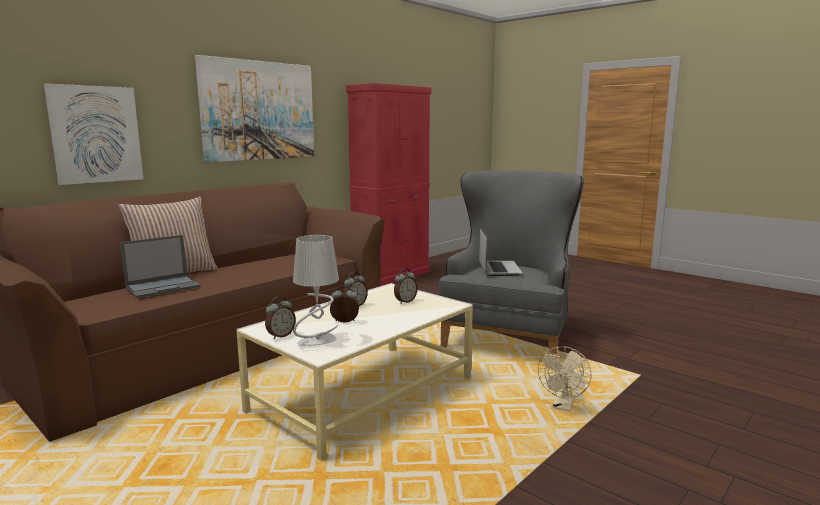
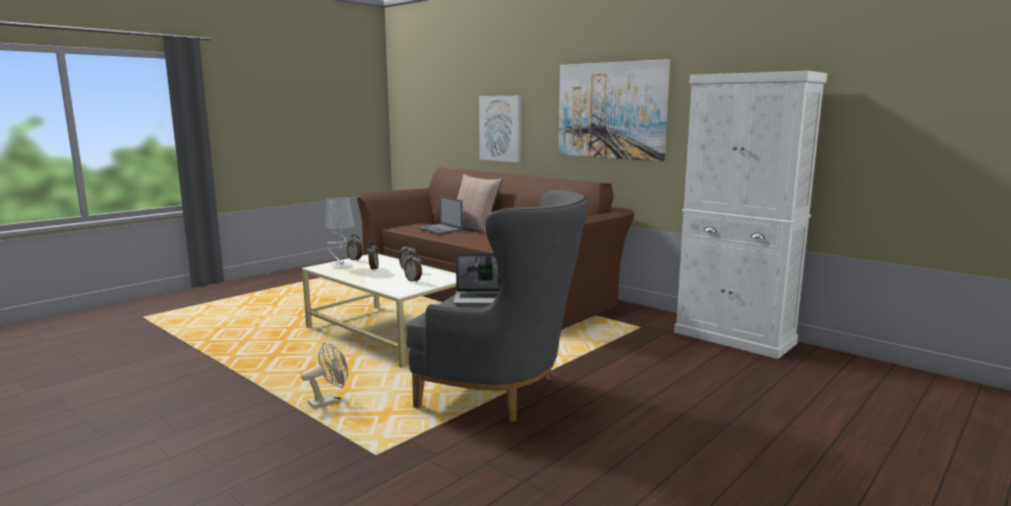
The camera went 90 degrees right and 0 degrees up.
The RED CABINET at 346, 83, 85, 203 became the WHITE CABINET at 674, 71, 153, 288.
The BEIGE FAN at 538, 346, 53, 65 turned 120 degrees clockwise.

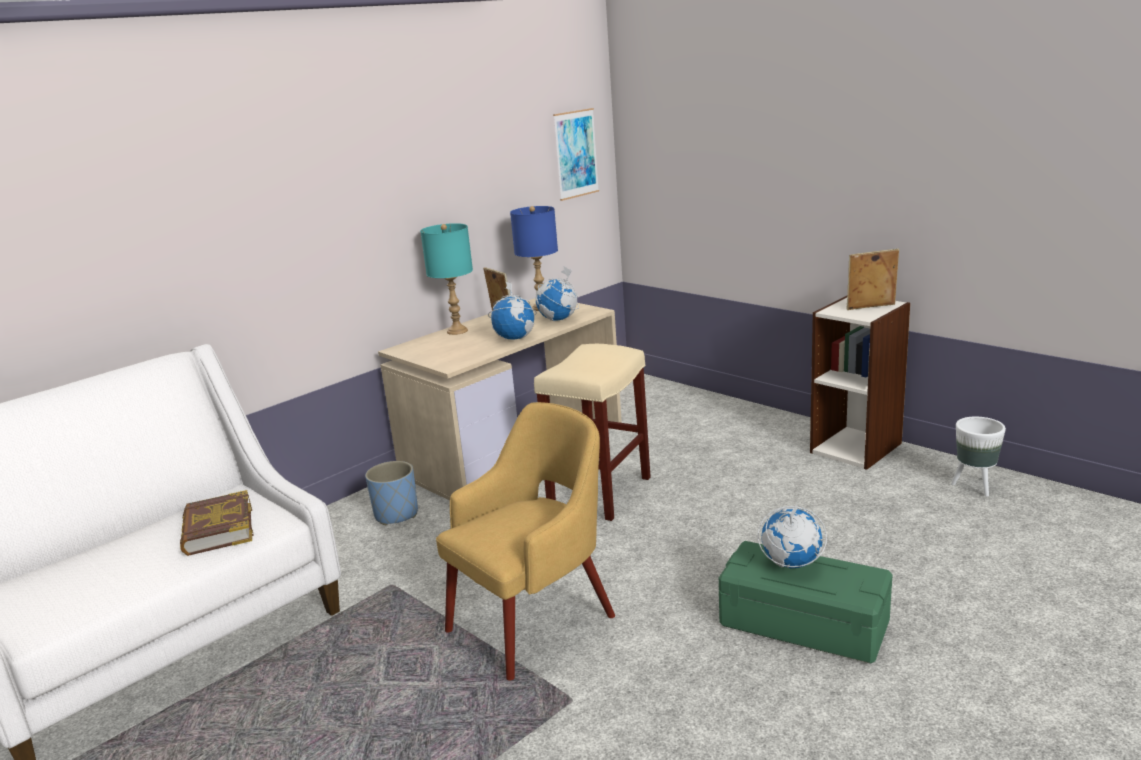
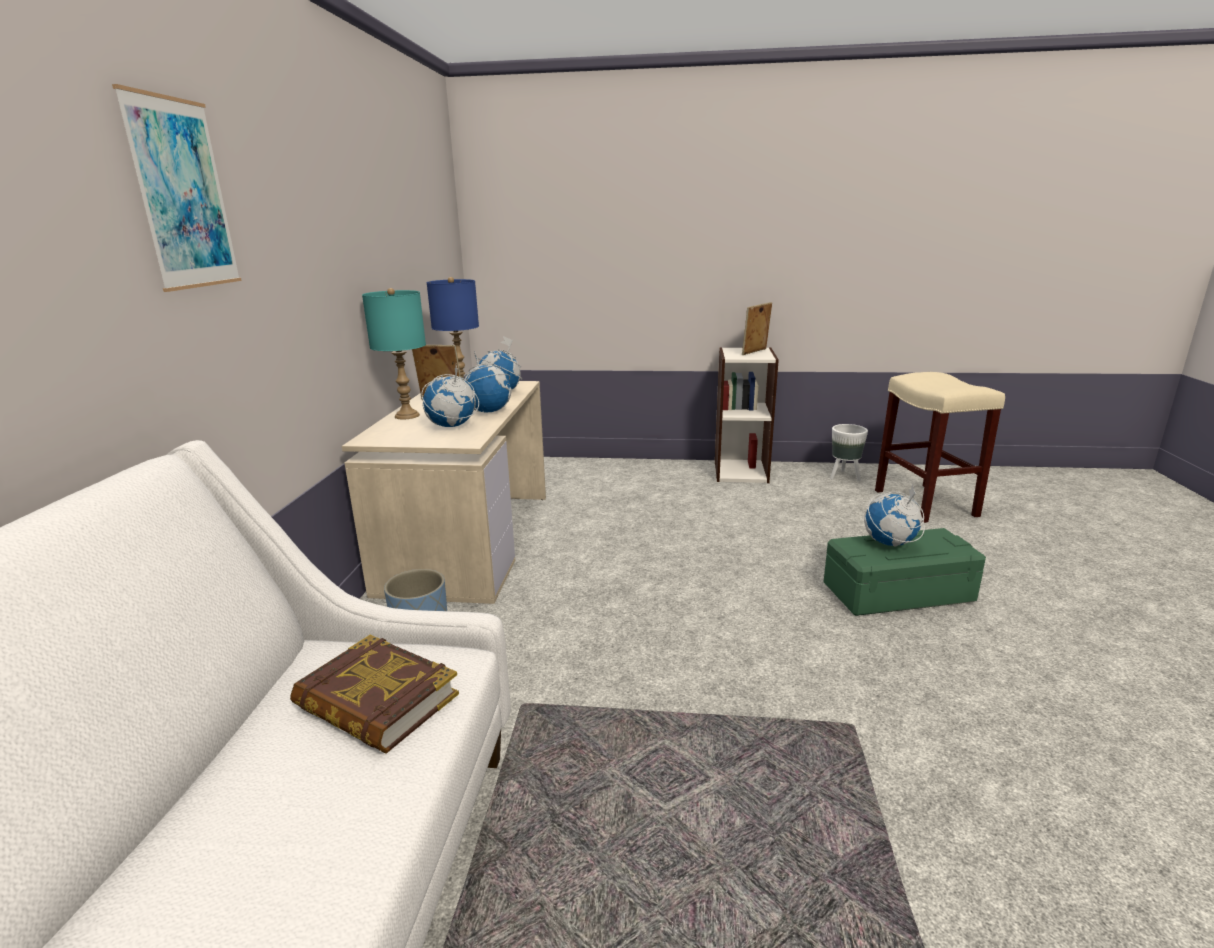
The camera went 40 degrees left and 0 degrees up.
The YELLOW ARMCHAIR at 436, 402, 179, 279 disappeared.
The BEIGE STOOL moved from 534, 344, 117, 177 to 875, 372, 130, 151.
The PICTURE moved from 553, 108, 46, 93 to 112, 84, 130, 208.
The GLOBE at 421, 366, 58, 61 appeared.

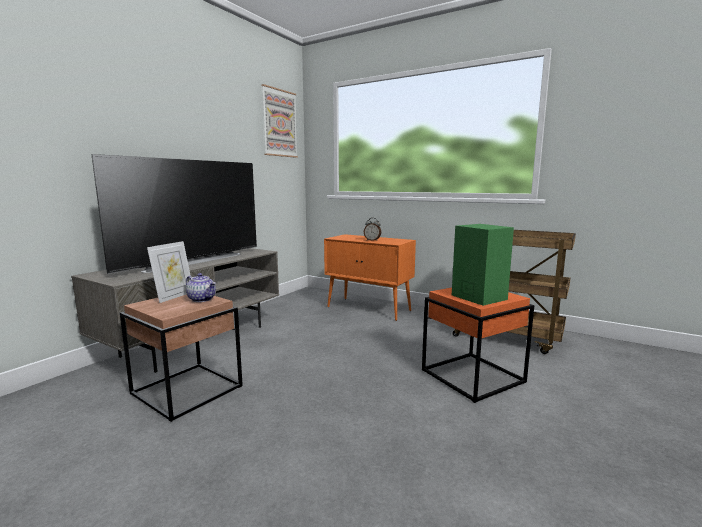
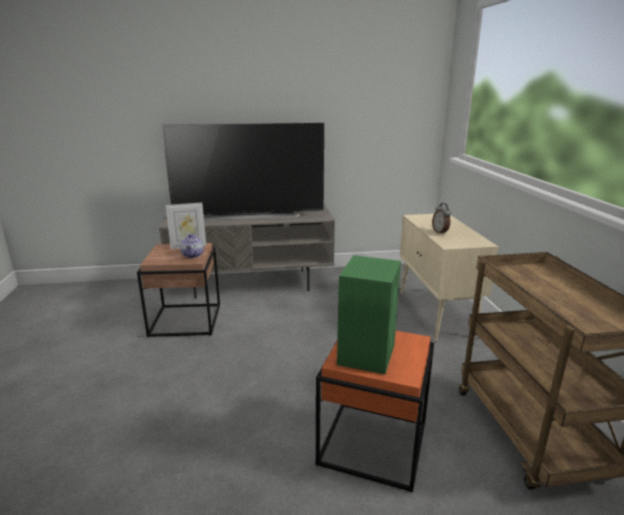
The camera went 50 degrees right and 10 degrees up.
The PICTURE at 261, 84, 37, 74 disappeared.
The ORANGE CABINET at 324, 234, 92, 87 became the BEIGE CABINET at 400, 214, 99, 128.

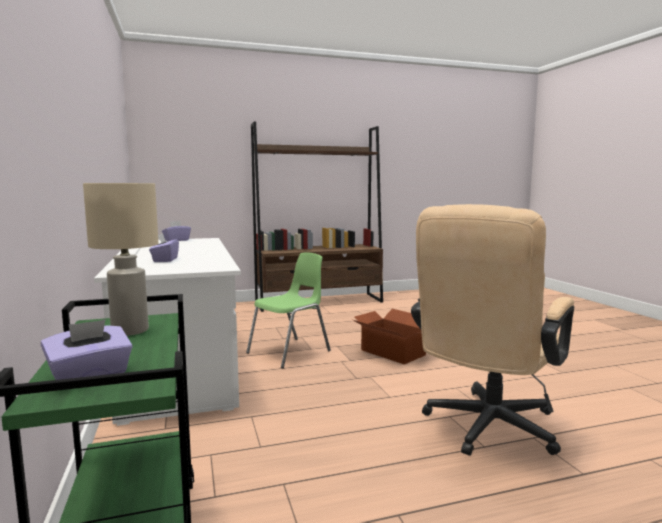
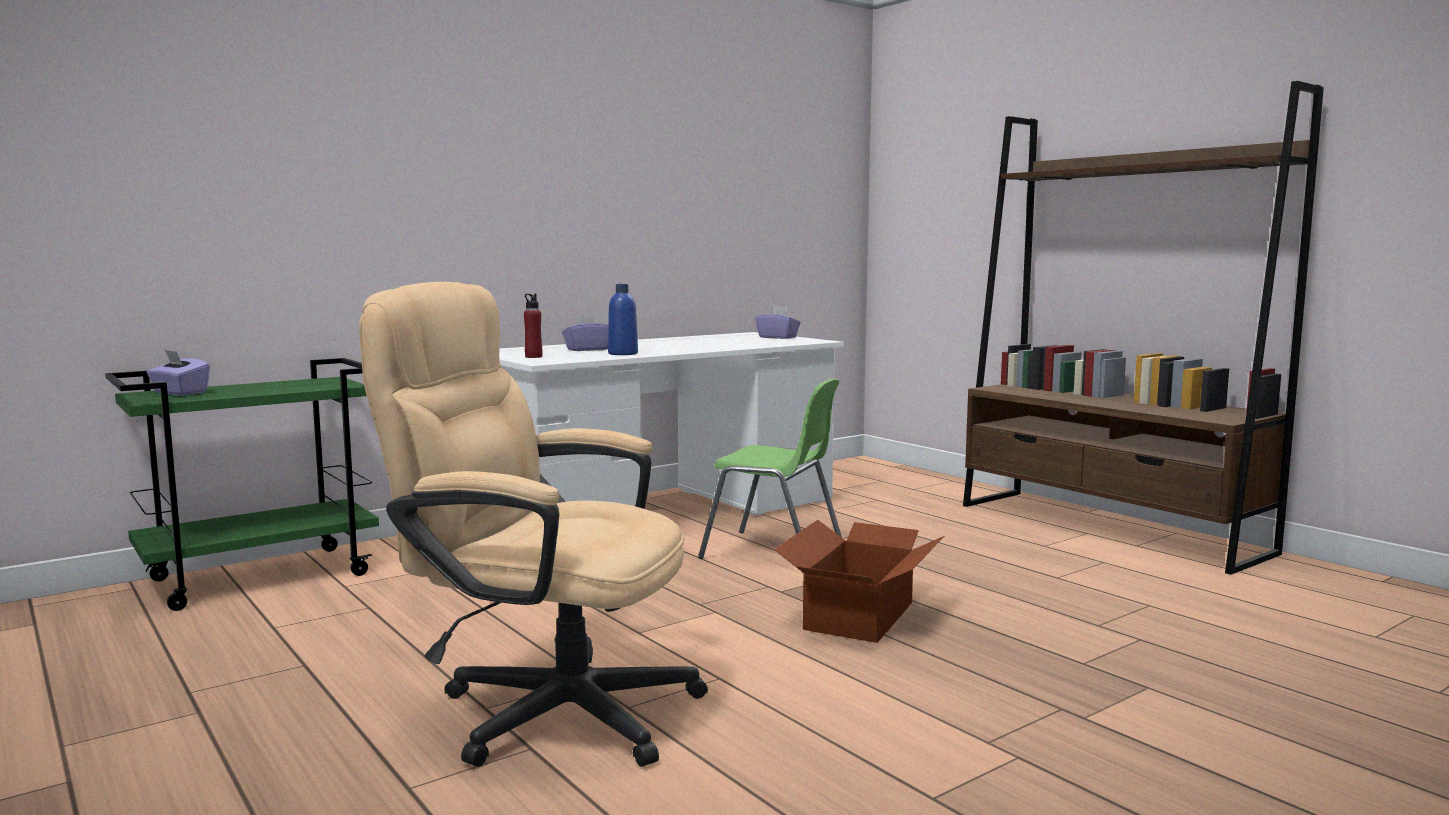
The camera went 70 degrees right and 0 degrees up.
The BEIGE TABLE LAMP at 83, 183, 76, 153 disappeared.
The RED BOTTLE at 524, 294, 18, 64 appeared.
The BLUE BOTTLE at 608, 284, 30, 71 appeared.

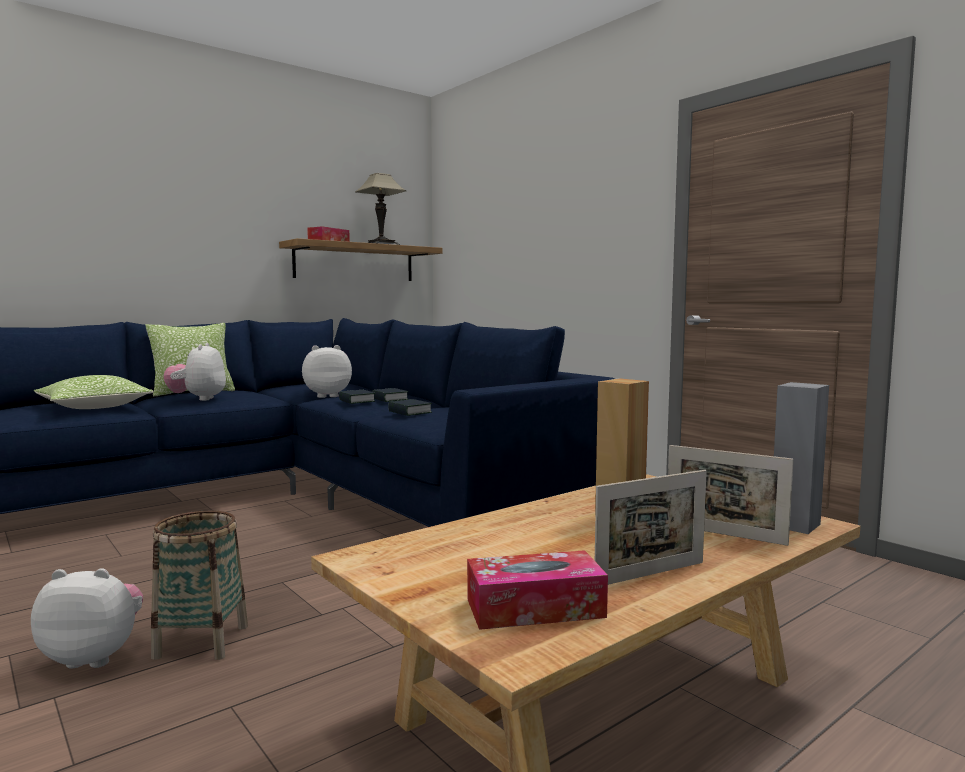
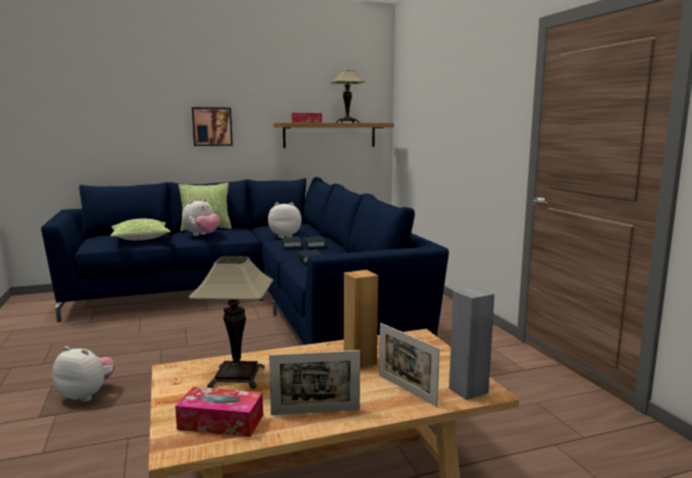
The camera went 20 degrees right and 5 degrees up.
The BASKET at 151, 511, 97, 149 disappeared.
The PLUSH TOY at 164, 343, 62, 58 turned 150 degrees counterclockwise.
The TABLE LAMP at 188, 256, 85, 132 appeared.
The PICTURE at 192, 107, 41, 39 appeared.

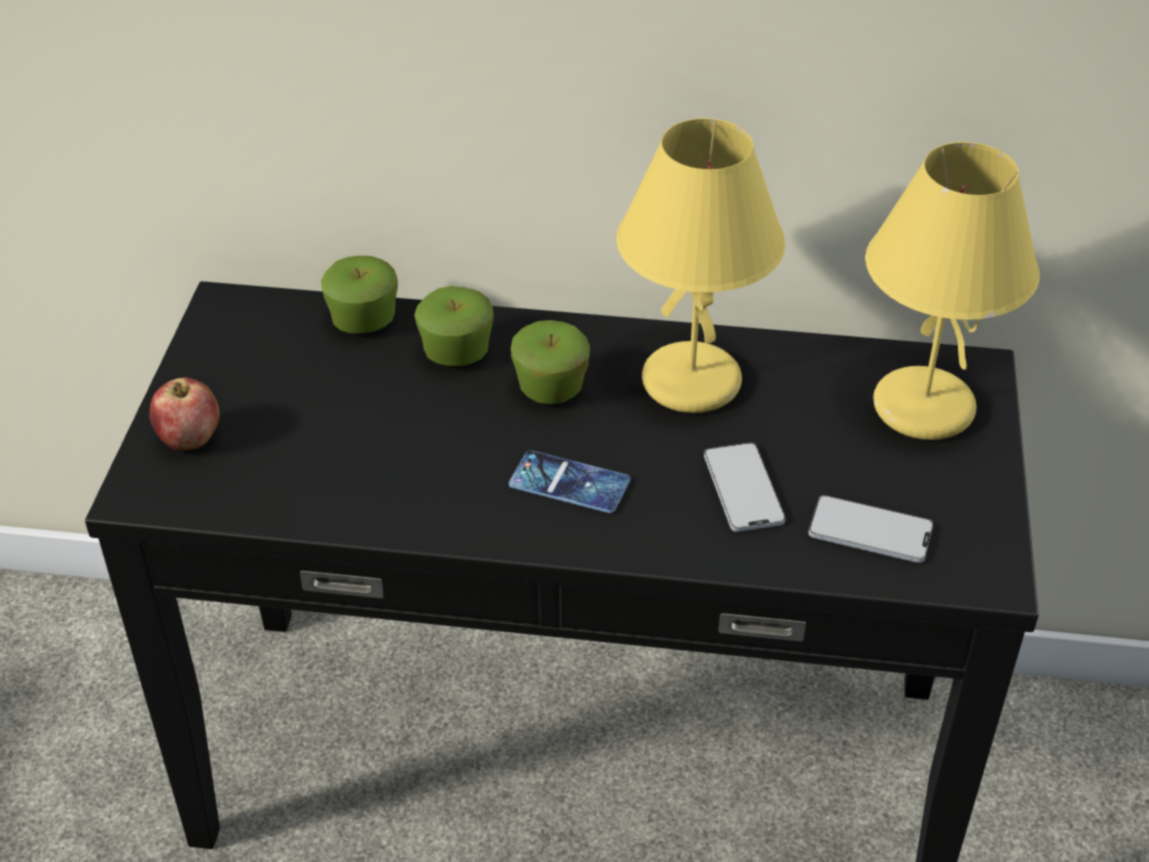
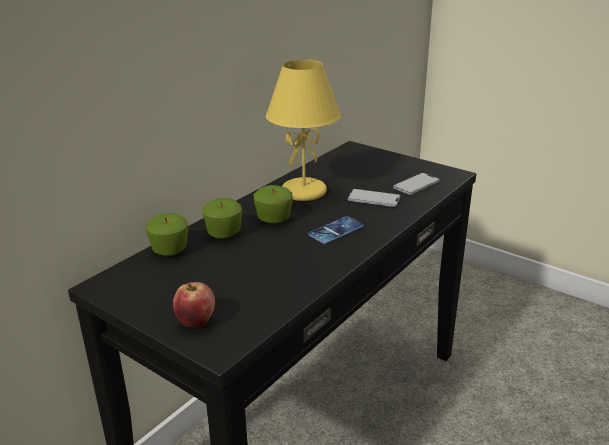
The camera went 60 degrees left and 15 degrees down.
The YELLOW TABLE LAMP at 865, 142, 175, 298 disappeared.

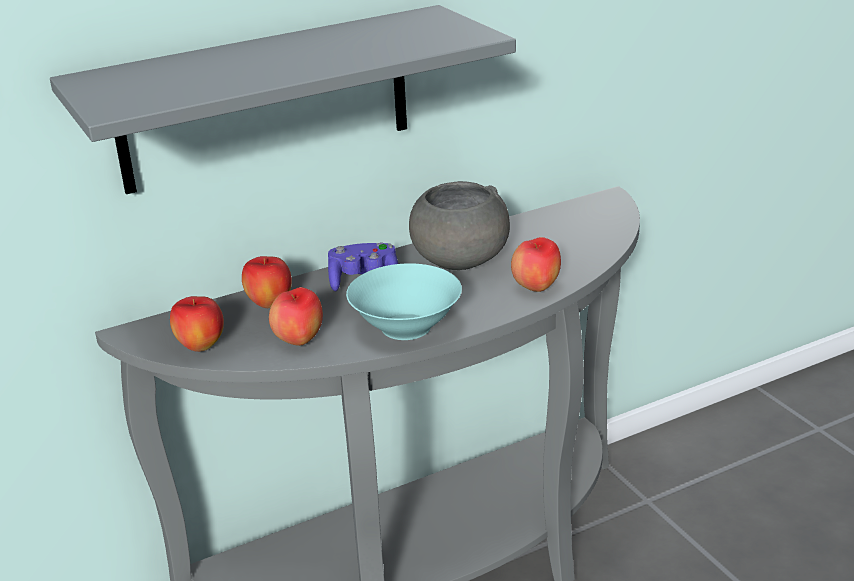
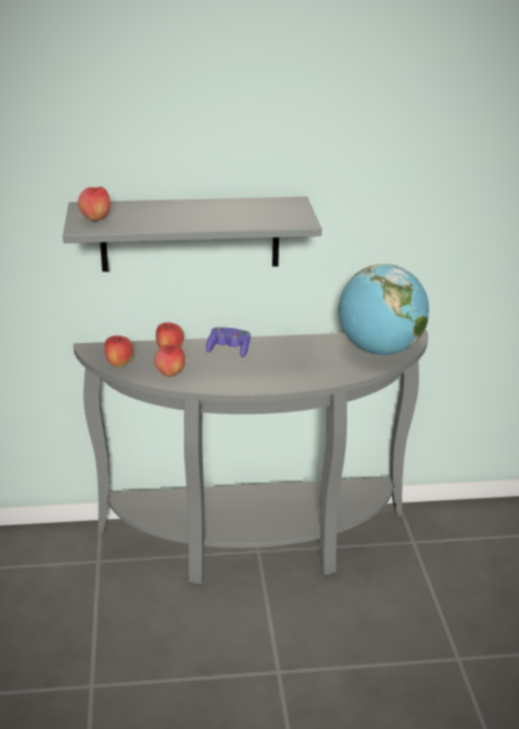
The camera went 20 degrees right and 0 degrees up.
The TURQUOISE BOWL at 346, 263, 116, 77 disappeared.
The GREY BOWL at 409, 181, 101, 89 disappeared.
The APPLE moved from 511, 237, 50, 55 to 78, 186, 32, 35.
The GLOBE at 338, 264, 91, 91 appeared.

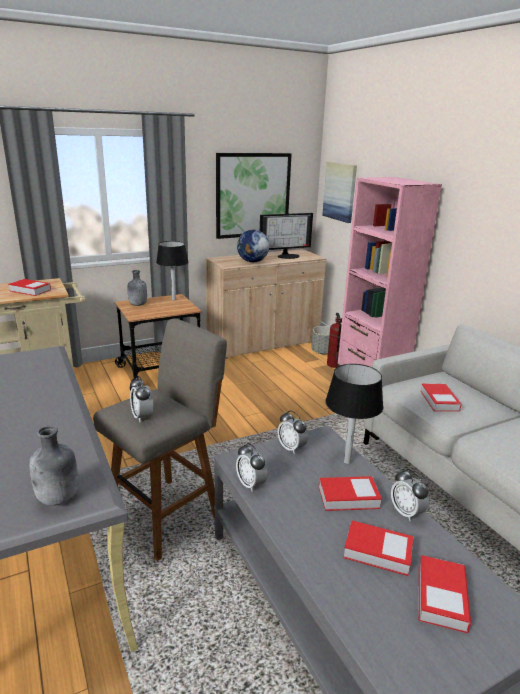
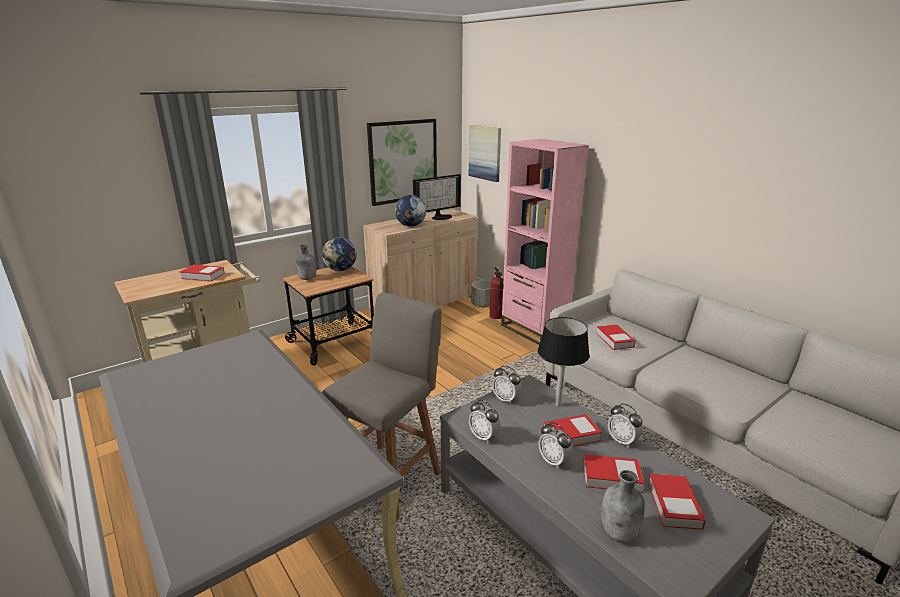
The camera went 10 degrees left and 0 degrees up.
The GREY BOTTLE moved from 29, 426, 49, 80 to 601, 470, 44, 72.
The ALARM CLOCK moved from 130, 376, 23, 47 to 538, 422, 35, 47.
The BLACK TABLE LAMP at 156, 241, 33, 59 was replaced by the GLOBE at 322, 237, 35, 34.

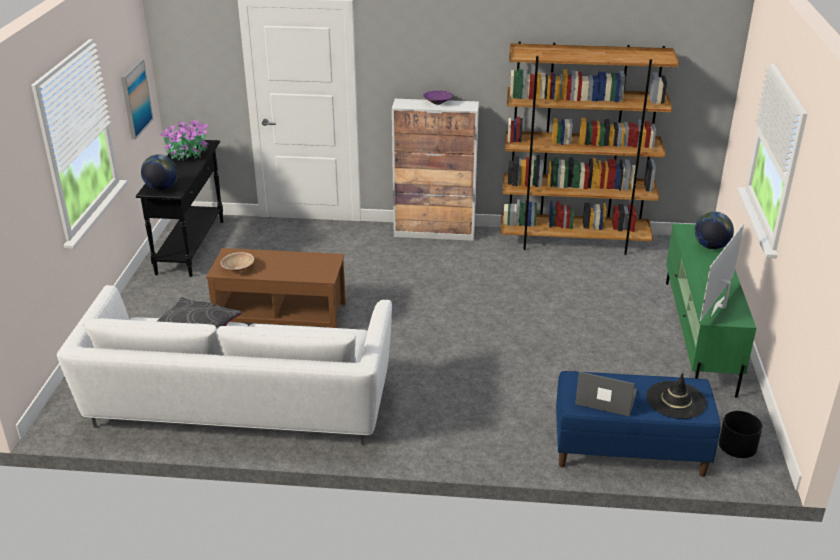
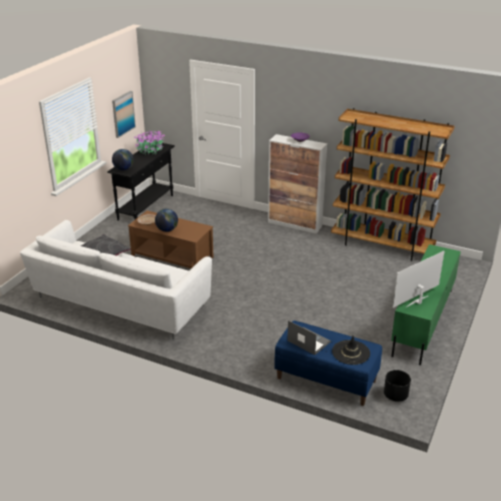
The camera went 20 degrees right and 0 degrees up.
The GLOBE moved from 695, 212, 39, 37 to 155, 209, 23, 23.

